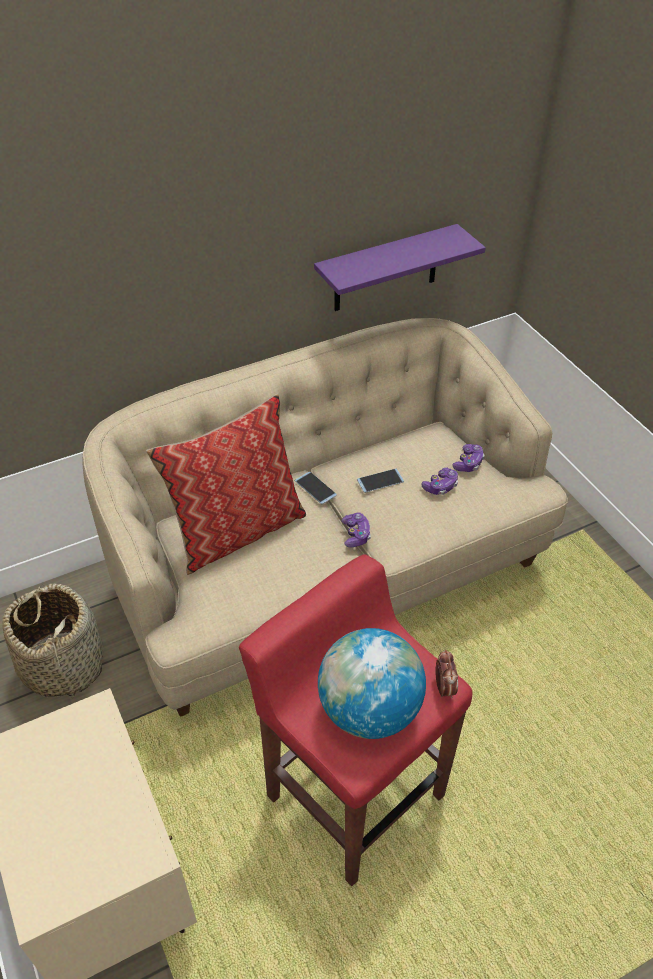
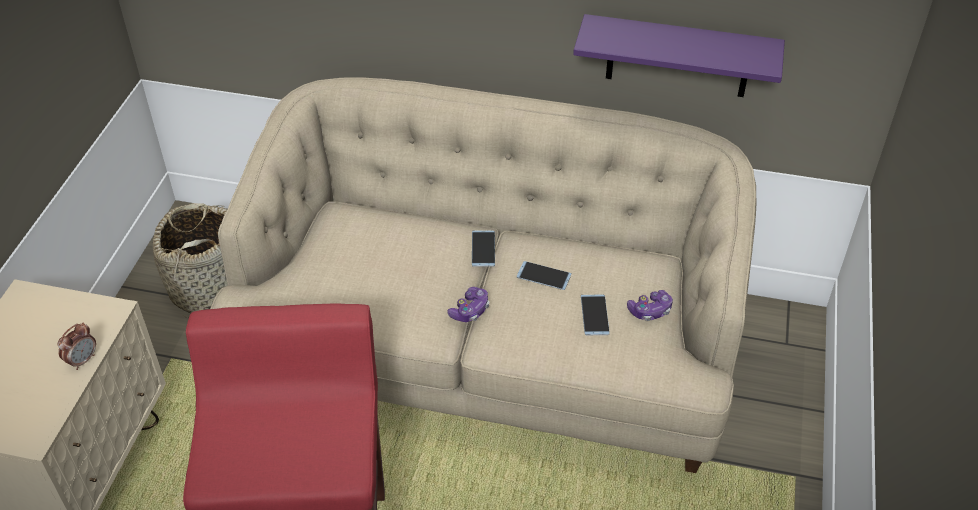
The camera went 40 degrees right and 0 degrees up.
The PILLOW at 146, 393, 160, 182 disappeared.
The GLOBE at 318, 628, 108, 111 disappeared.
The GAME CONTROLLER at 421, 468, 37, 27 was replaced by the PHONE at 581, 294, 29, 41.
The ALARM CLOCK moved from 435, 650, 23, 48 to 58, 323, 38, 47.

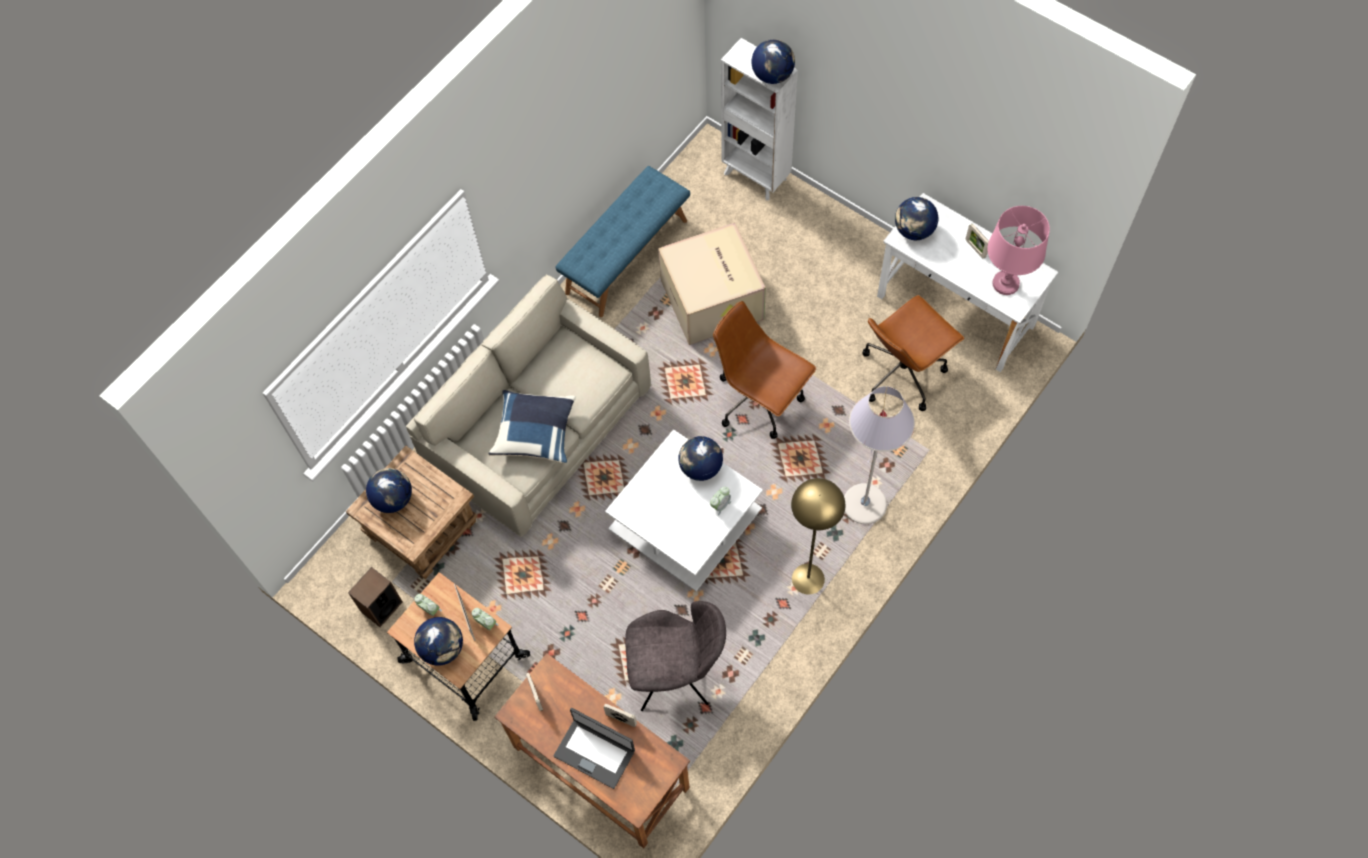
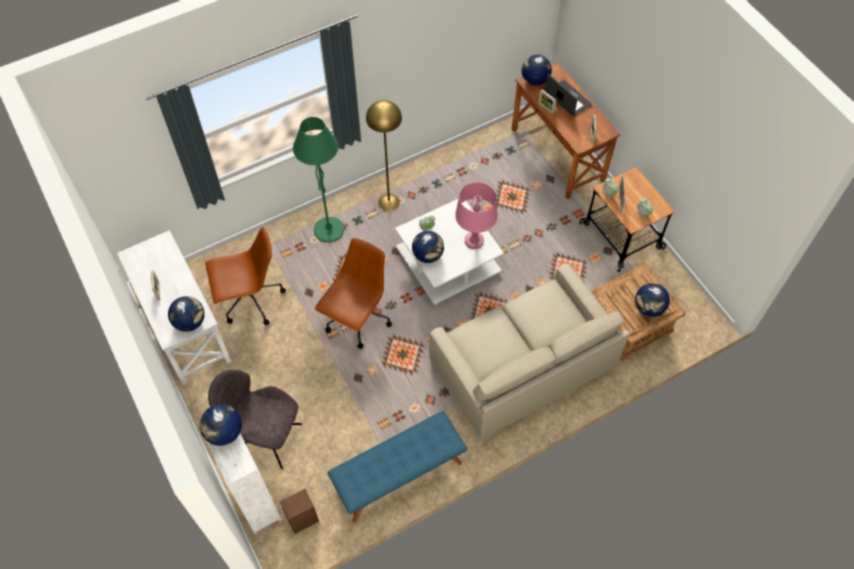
The camera went 160 degrees left and 5 degrees down.
The SPEAKER moved from 348, 567, 55, 60 to 280, 489, 39, 45.
The GLOBE moved from 414, 617, 49, 49 to 522, 55, 30, 30.
The BLUE PILLOW at 489, 390, 87, 73 disappeared.
The GREY CHAIR moved from 625, 601, 101, 110 to 208, 370, 94, 99.
The CARDBOARD BOX at 658, 223, 108, 122 disappeared.
The BROWN OFFICE CHAIR at 713, 301, 103, 138 turned 120 degrees counterclockwise.
The GREY FLOOR LAMP at 844, 386, 71, 138 became the GREEN FLOOR LAMP at 293, 117, 51, 126.
The PINK TABLE LAMP moved from 987, 206, 63, 89 to 455, 182, 42, 67.

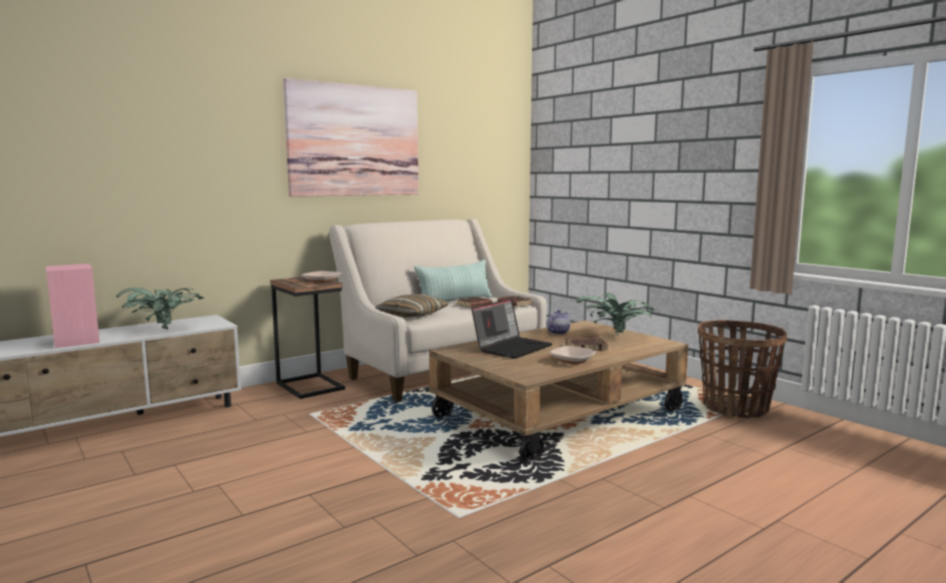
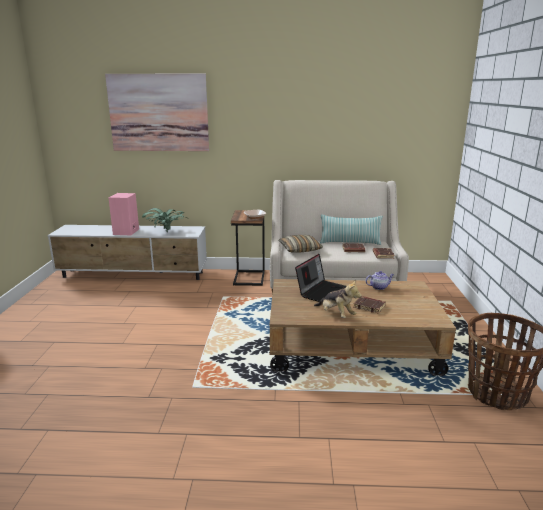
The camera went 40 degrees right and 10 degrees up.
The PICTURE moved from 283, 78, 136, 119 to 105, 74, 104, 77.
The LAPTOP at 471, 298, 82, 61 turned 45 degrees counterclockwise.
The BOWL at 550, 346, 46, 19 was replaced by the PLUSH TOY at 314, 281, 48, 37.
The POTTED PLANT at 576, 293, 79, 43 disappeared.

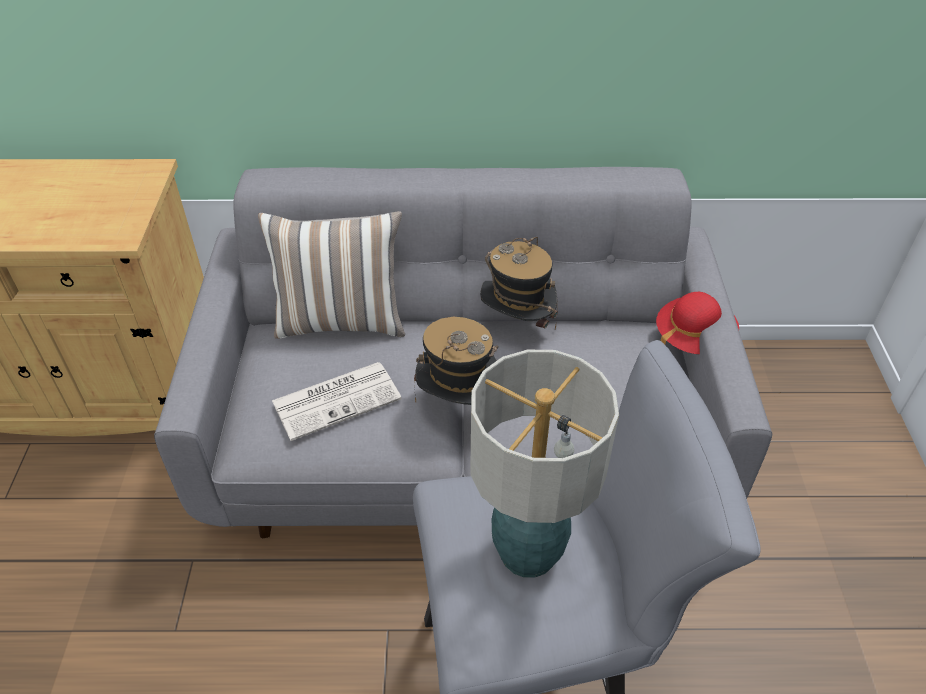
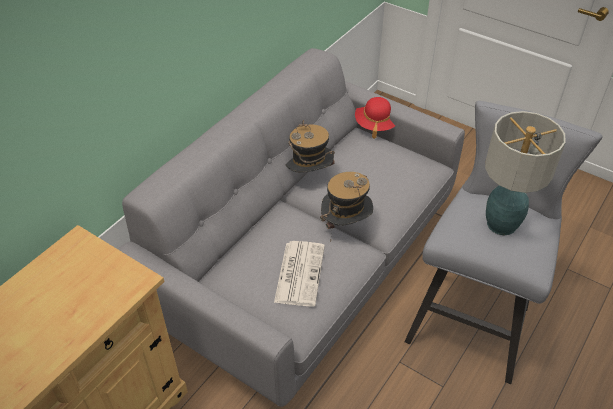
The camera went 55 degrees left and 0 degrees up.
The PILLOW at 258, 211, 147, 128 disappeared.

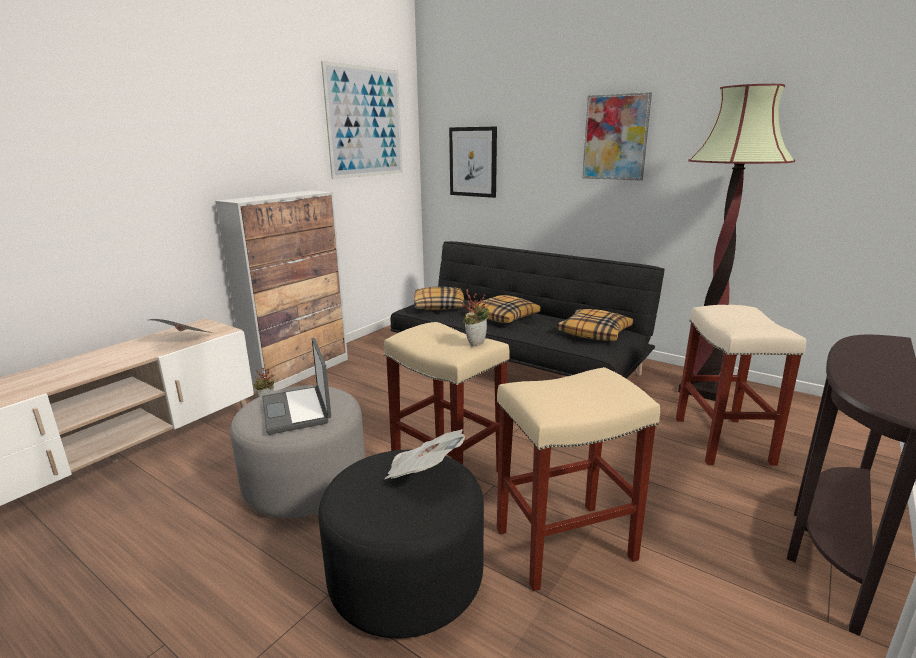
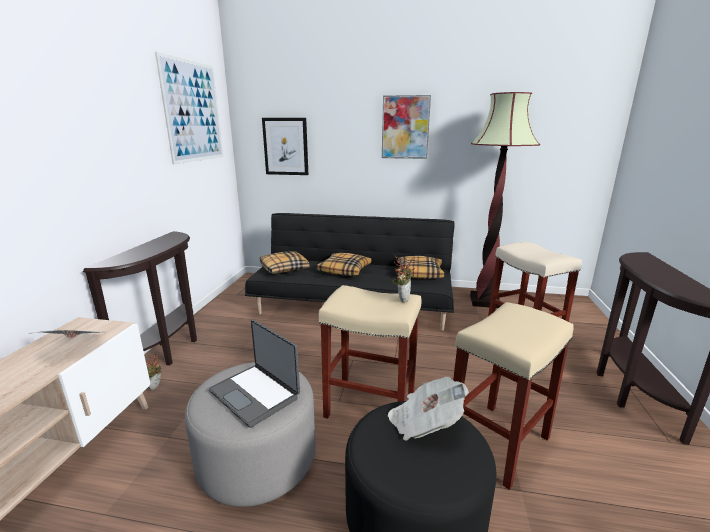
The camera went 25 degrees left and 0 degrees up.
The CABINET at 215, 190, 133, 202 was replaced by the BROWN CONSOLE TABLE at 83, 231, 114, 134.

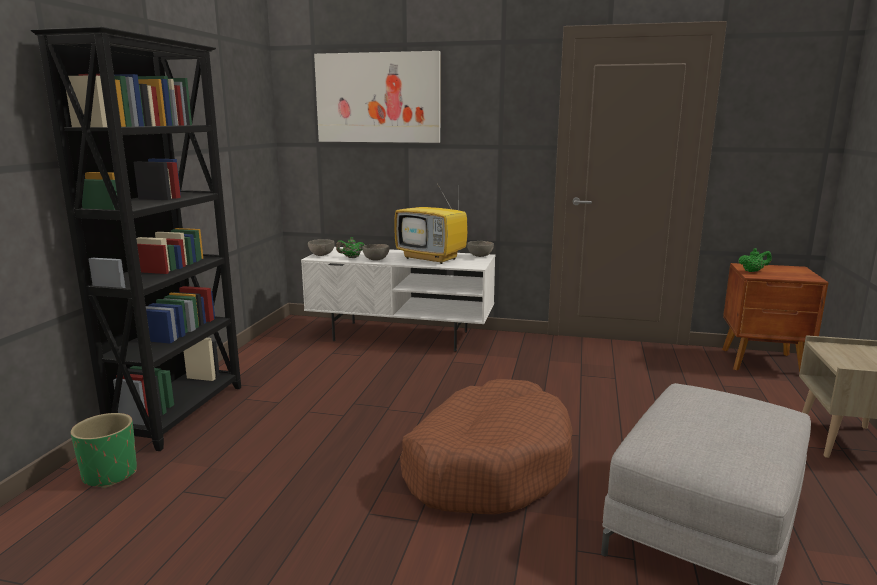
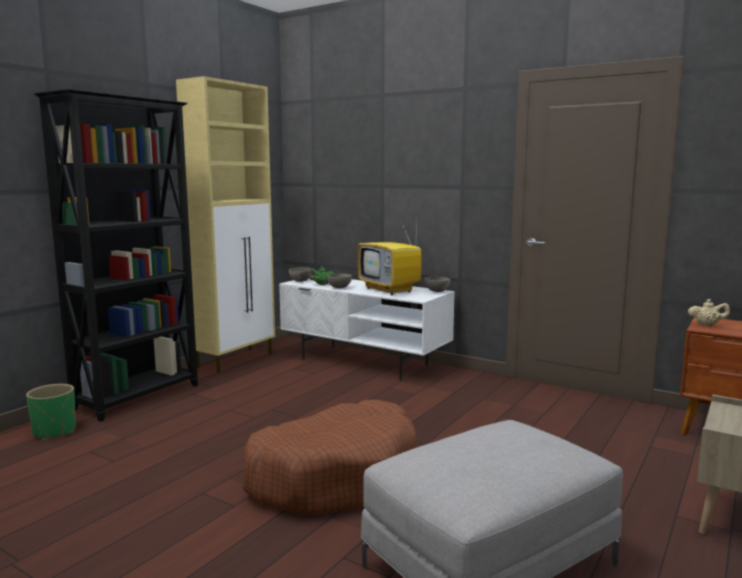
The camera went 20 degrees right and 5 degrees down.
The PICTURE at 314, 51, 126, 92 disappeared.
The GREEN TEAPOT at 738, 248, 34, 24 became the BEIGE TEAPOT at 688, 299, 42, 27.
The BEIGE CABINET at 176, 76, 99, 297 appeared.

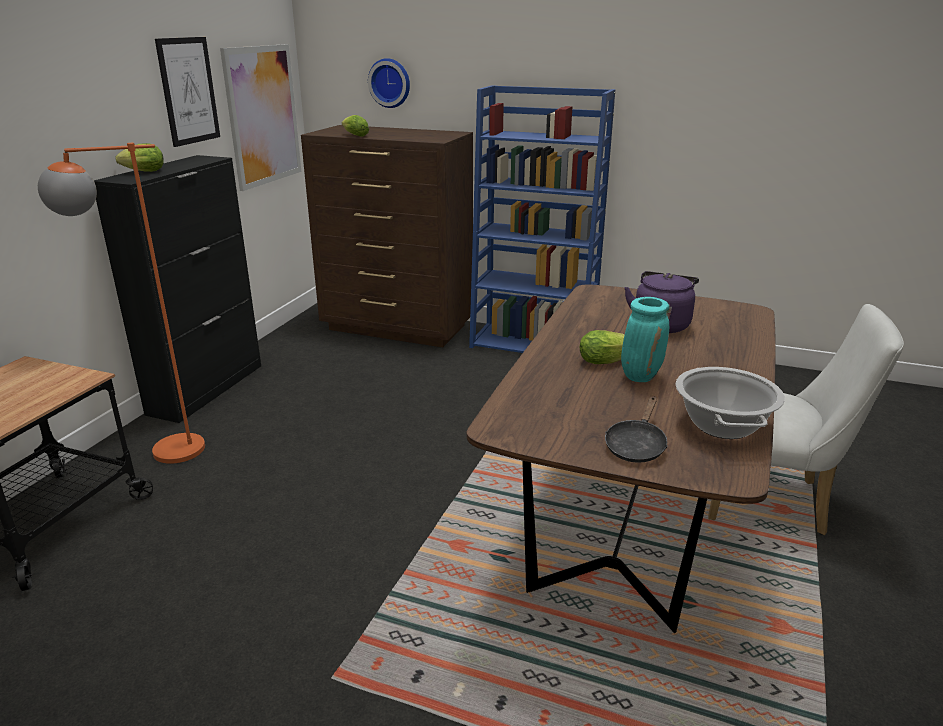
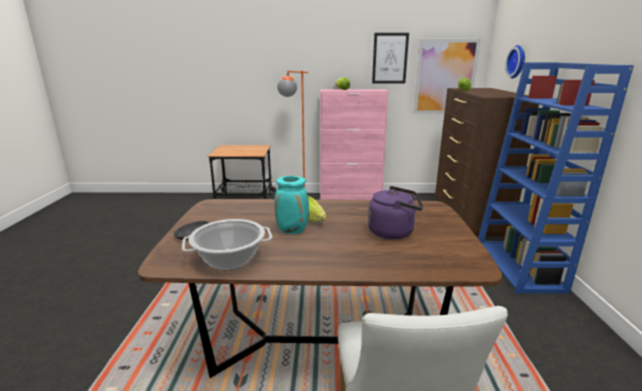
The camera went 70 degrees right and 5 degrees down.
The BLACK CABINET at 94, 155, 167, 268 became the PINK CABINET at 320, 89, 69, 111.

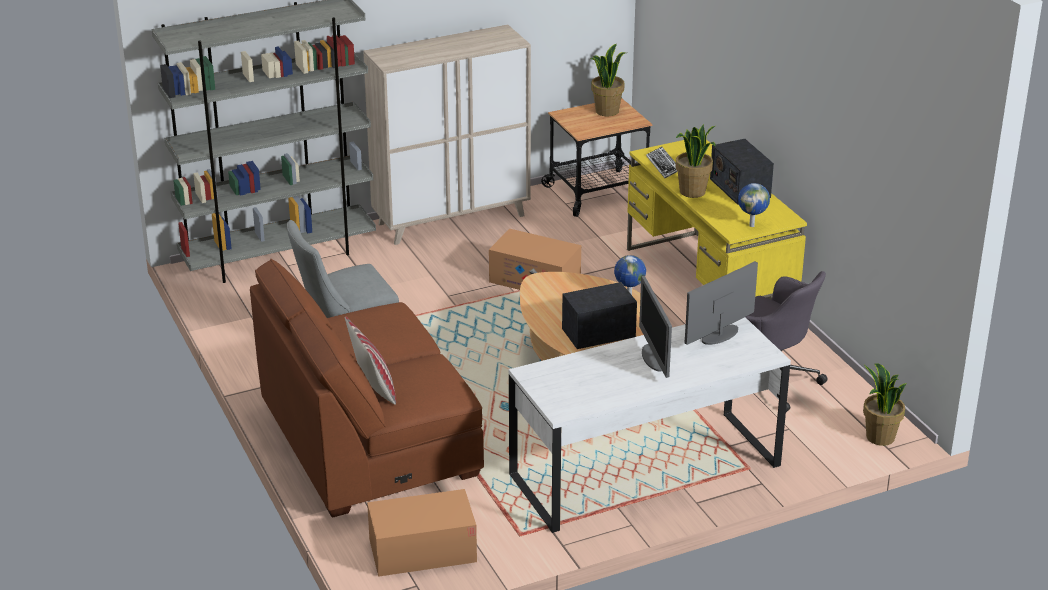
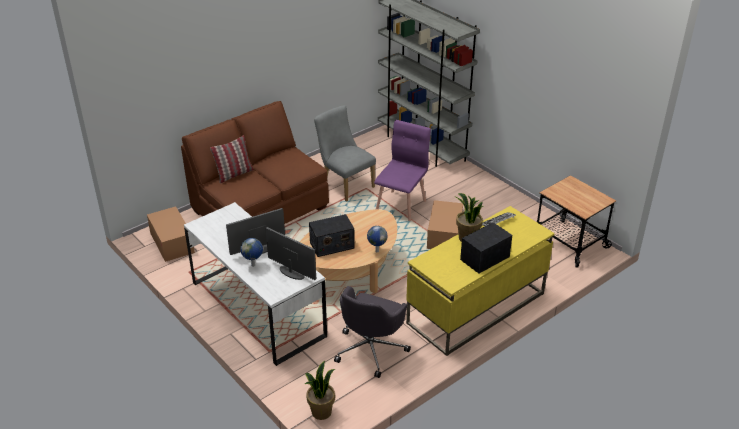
The camera went 75 degrees right and 5 degrees up.
The BEIGE CABINET at 363, 24, 168, 221 disappeared.
The RADIO at 562, 282, 75, 67 turned 105 degrees clockwise.
The POTTED PLANT at 590, 44, 36, 72 disappeared.
The GLOBE moved from 738, 183, 32, 44 to 240, 238, 23, 29.
The PURPLE CHAIR at 374, 120, 57, 101 appeared.

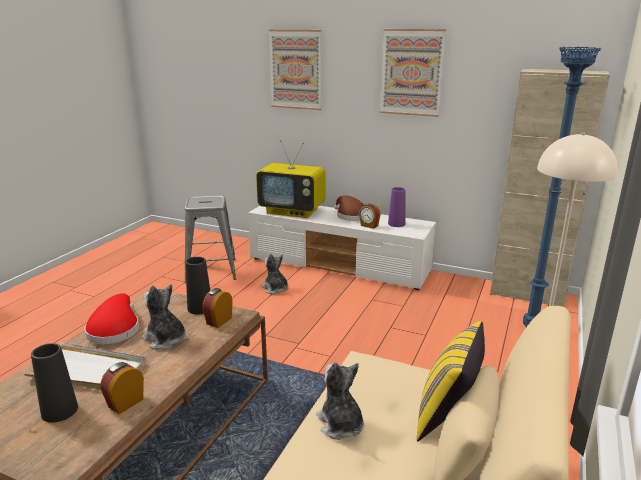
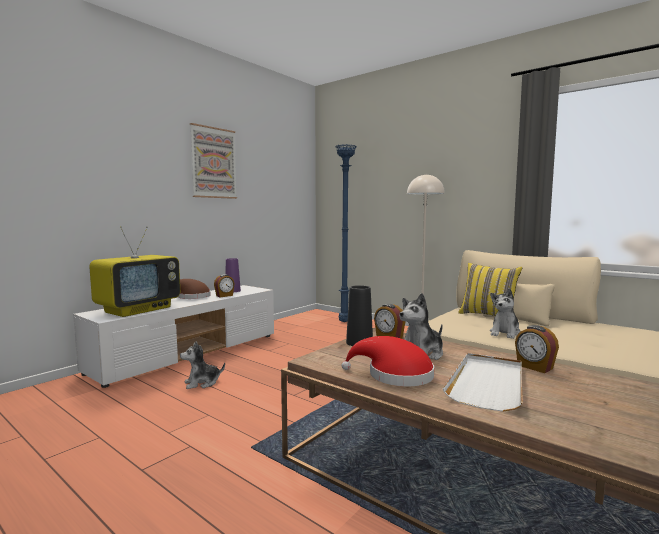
The camera went 75 degrees left and 15 degrees down.
The BLACK VASE at 31, 343, 47, 80 disappeared.
The GREY STOOL at 184, 195, 52, 88 disappeared.
The PICTURE at 269, 30, 53, 80 disappeared.
The PLUSH TOY at 316, 362, 48, 78 turned 45 degrees counterclockwise.
The BEIGE CABINET at 490, 69, 120, 238 disappeared.

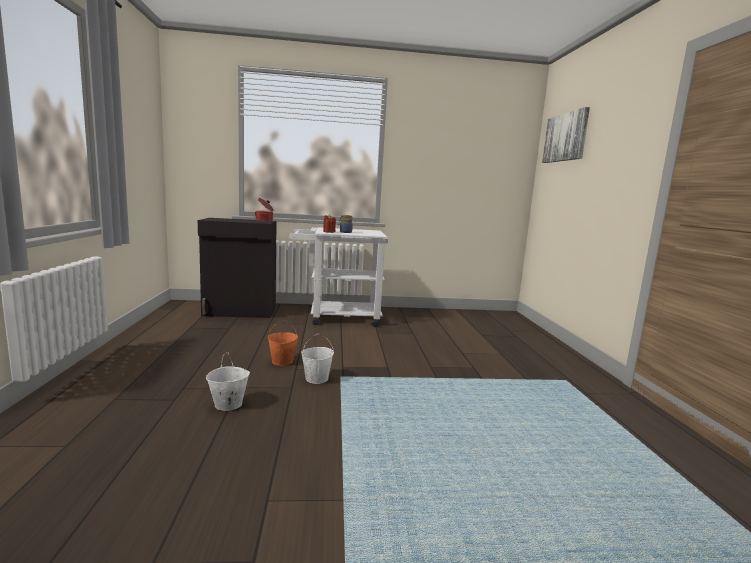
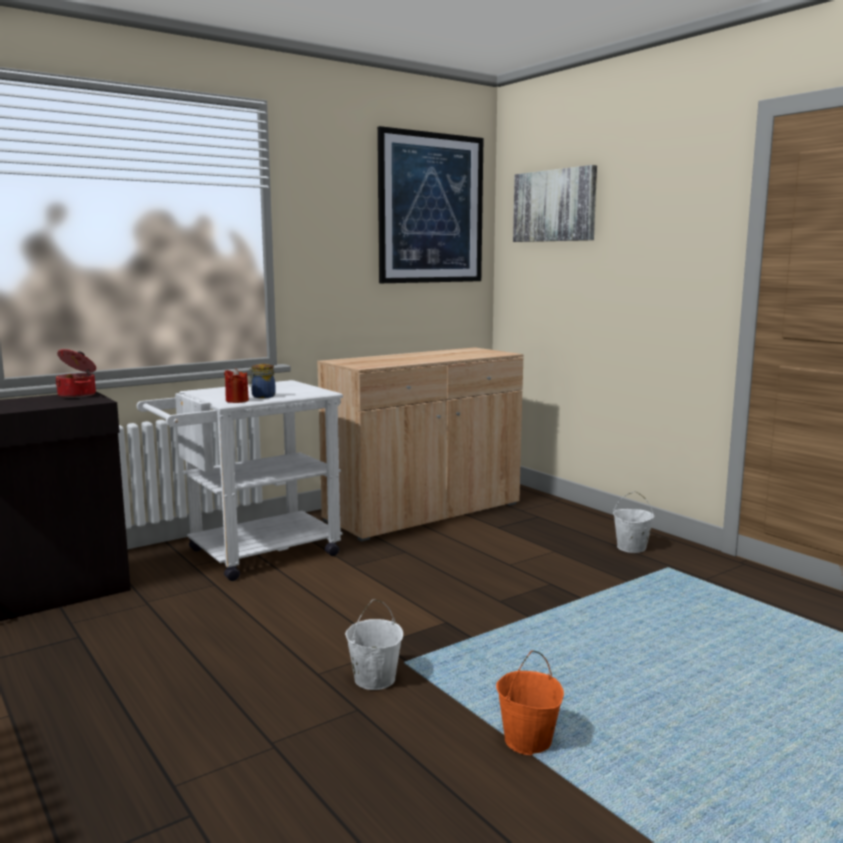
The camera went 30 degrees left and 0 degrees up.
The WHITE BUCKET moved from 206, 353, 44, 58 to 613, 491, 42, 62.
The ORANGE BUCKET moved from 268, 320, 30, 46 to 496, 651, 68, 104.
The BEIGE CABINET at 317, 347, 206, 194 appeared.
The PICTURE at 377, 126, 107, 157 appeared.

